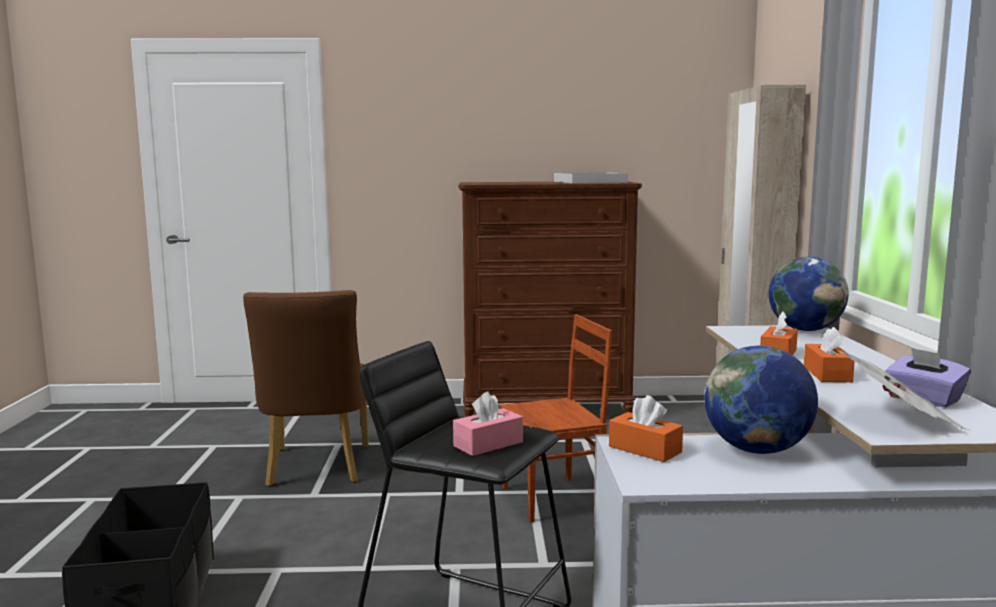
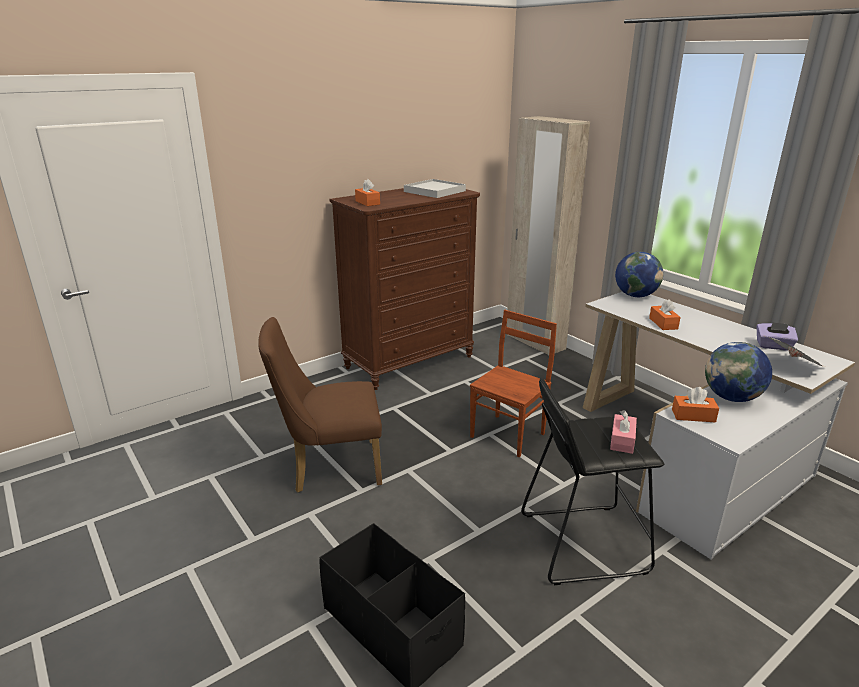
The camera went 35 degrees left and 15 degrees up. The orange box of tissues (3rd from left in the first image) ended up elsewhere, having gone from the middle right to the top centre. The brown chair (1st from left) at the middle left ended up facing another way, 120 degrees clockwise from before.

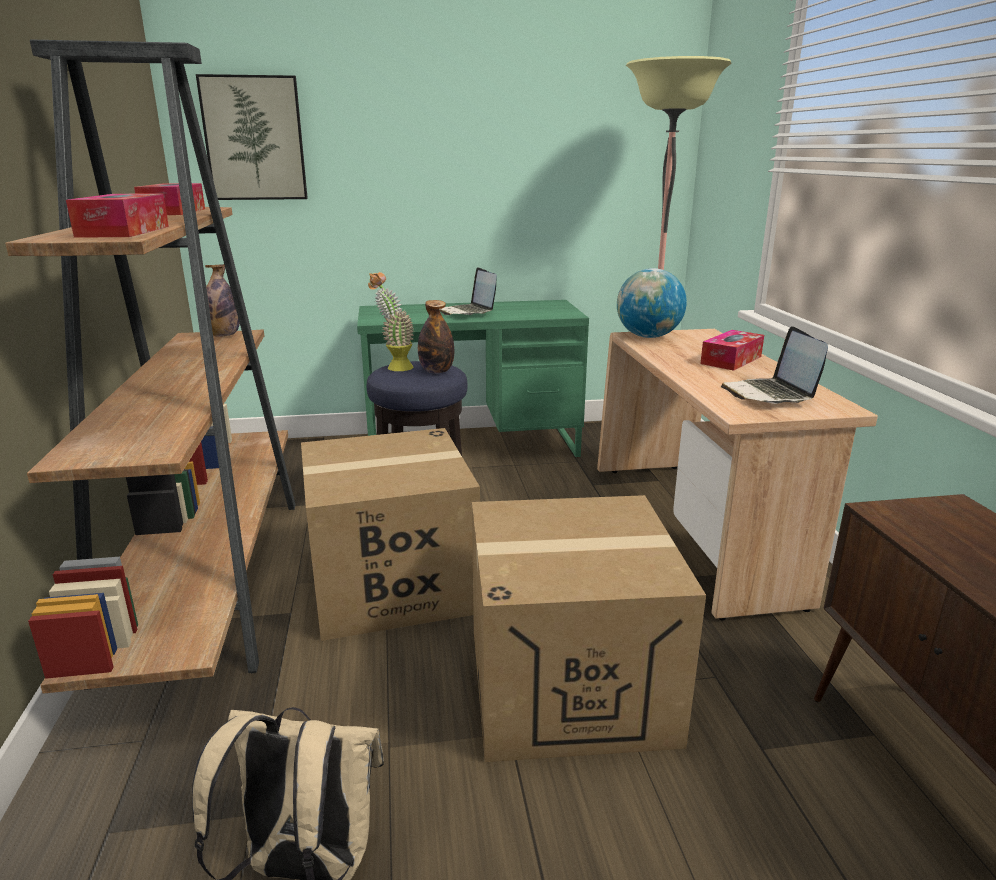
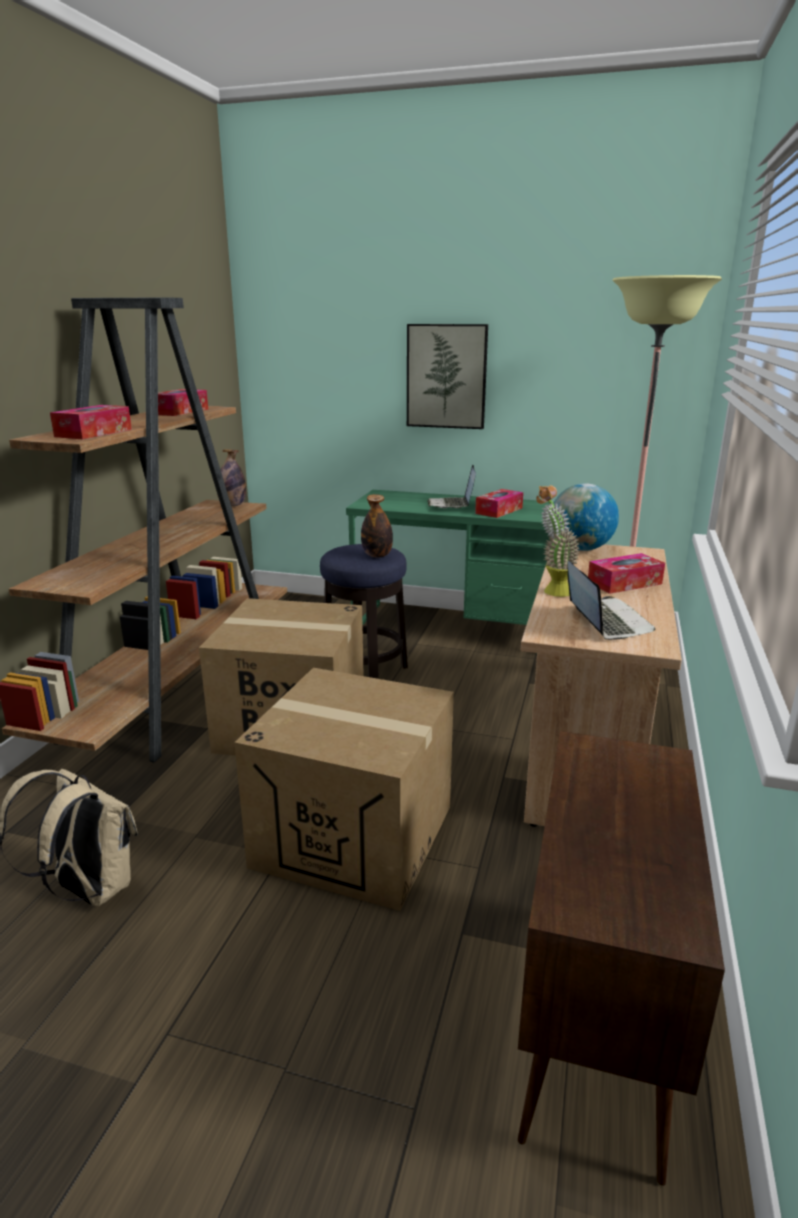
The camera went 25 degrees right and 0 degrees up. The second view gained the box of tissues (3rd from left) at the centre. The wall picture ended up elsewhere, having gone from the top left to the top centre. The houseplant ended up elsewhere, having gone from the centre to the middle right. The notebook computer (2nd from left) at the middle right ended up facing another way, 150 degrees clockwise from before.

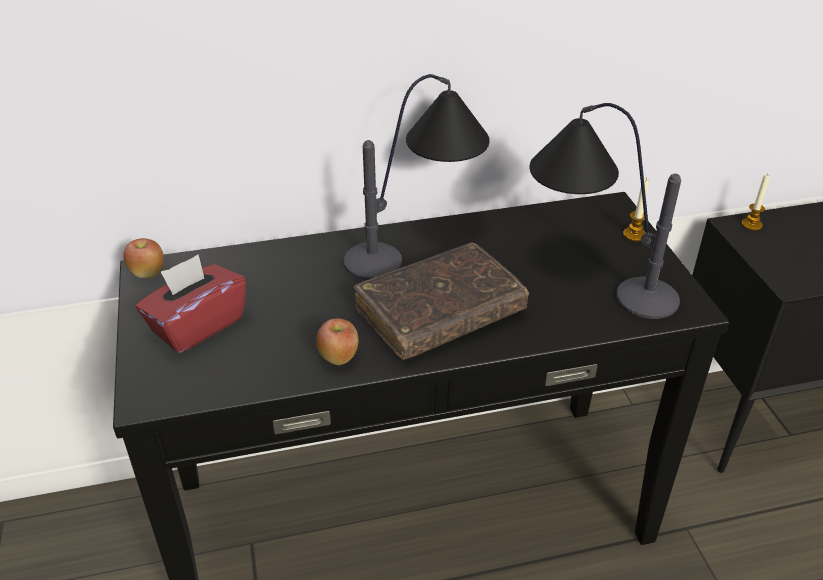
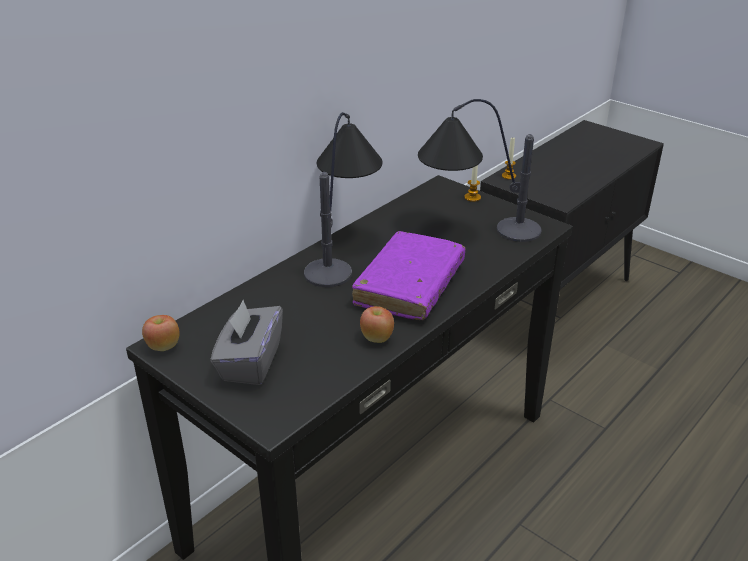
The camera went 35 degrees left and 5 degrees down. What was the red box of tissues at the middle left turned into the grey box of tissues at the middle left. What was the brown book at the centre turned into the purplish book at the centre.

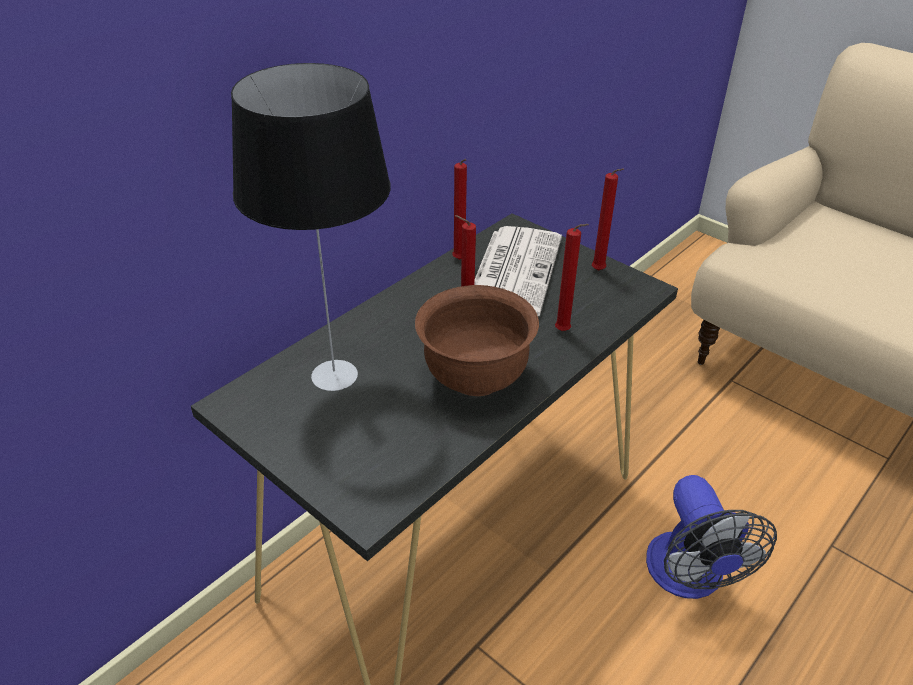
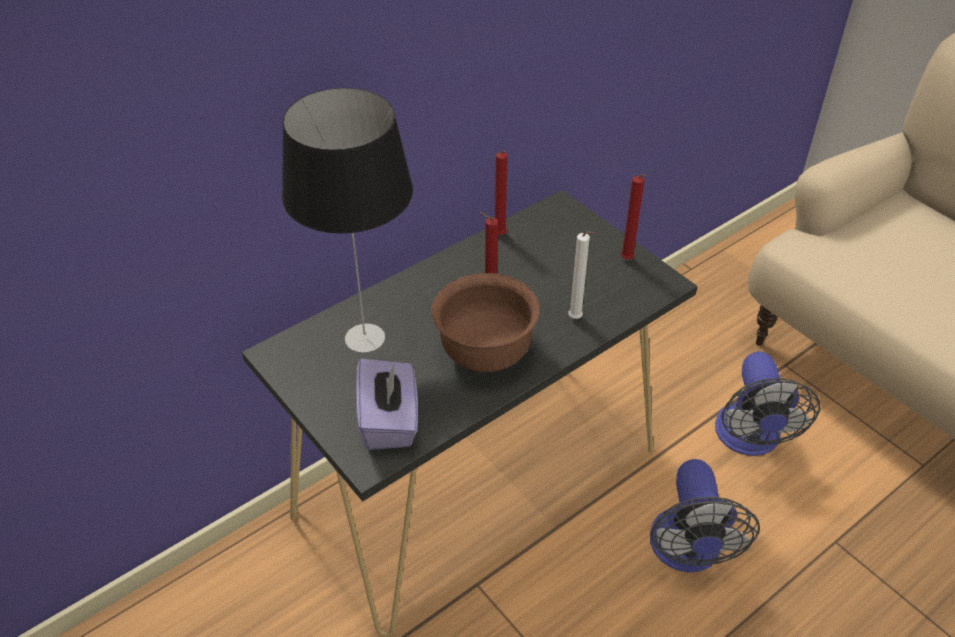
The camera went 10 degrees right and 5 degrees up. The second view lost the daily paper at the centre. The second view gained the purplish box of tissues at the centre. The second view gained the cooling fan (2nd from left) at the middle right. What was the red wax light (3rd from left) at the centre turned into the white-coloured wax light at the centre.

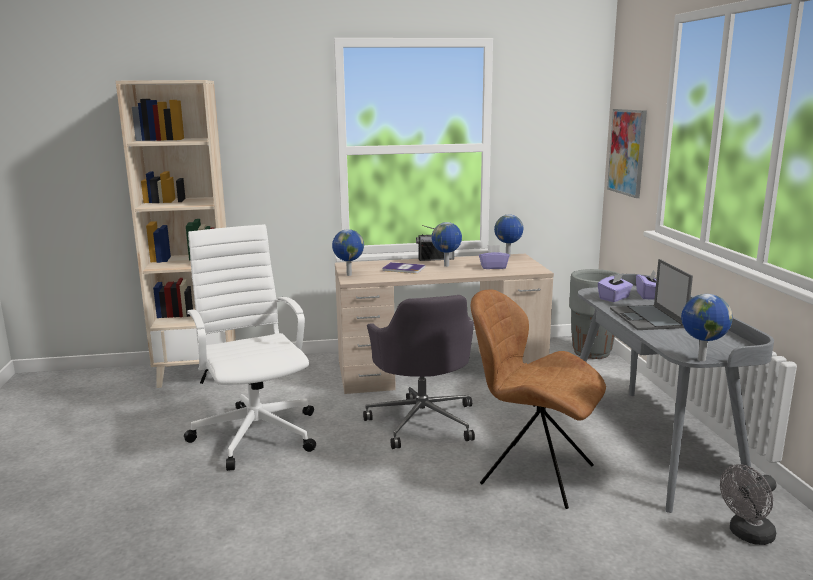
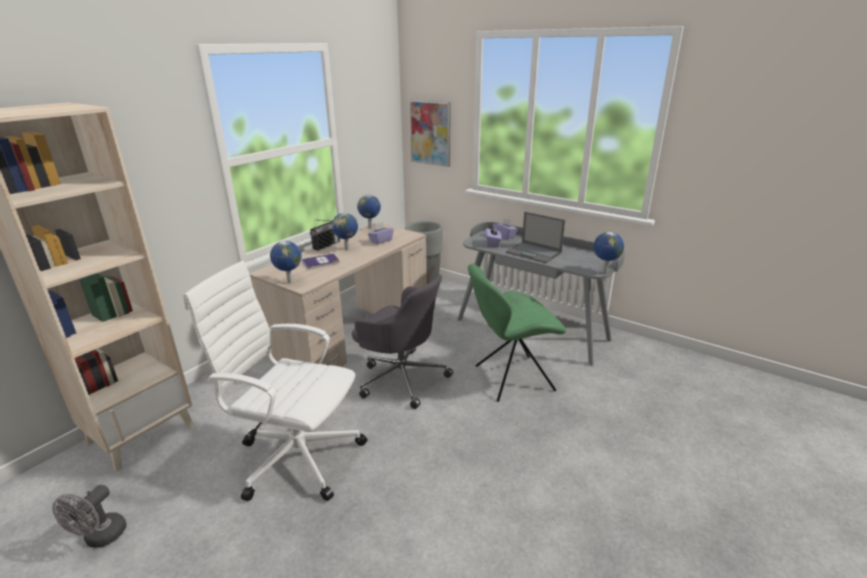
The camera went 45 degrees left and 10 degrees up. The grey cooling fan ended up elsewhere, having gone from the bottom right to the bottom left. What was the brown chair at the bottom centre turned into the greenish chair at the centre.

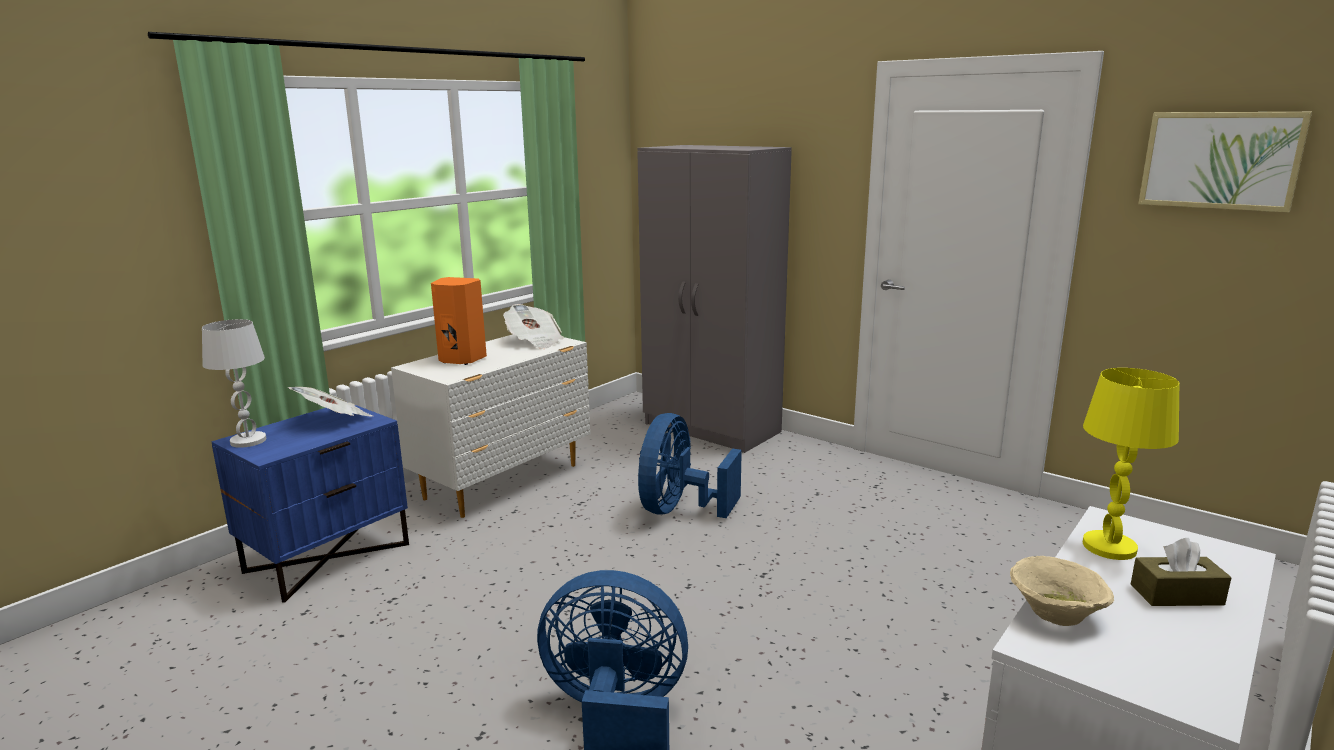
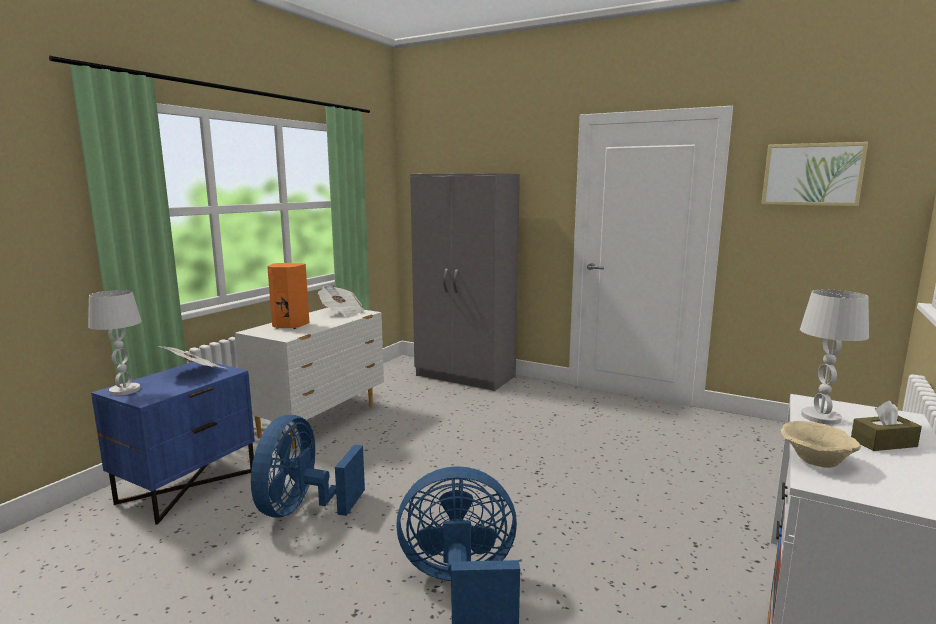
The camera went 10 degrees left and 5 degrees down. The blue-coloured cooling fan (2nd from left in the first image) ended up elsewhere, having gone from the centre to the bottom left. What was the yellow lamp for a table at the middle right turned into the white-coloured lamp for a table (2nd from left) at the middle right.

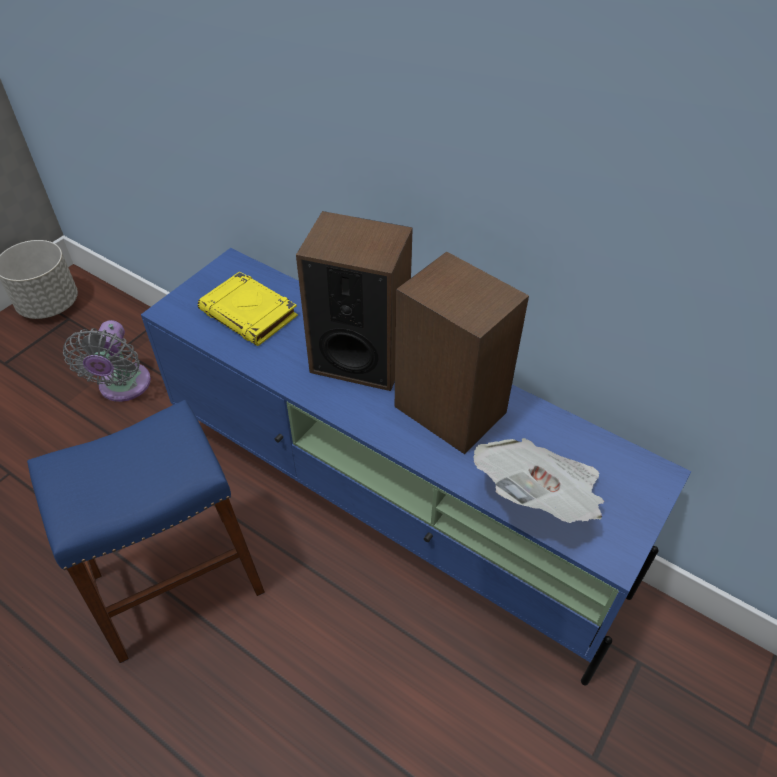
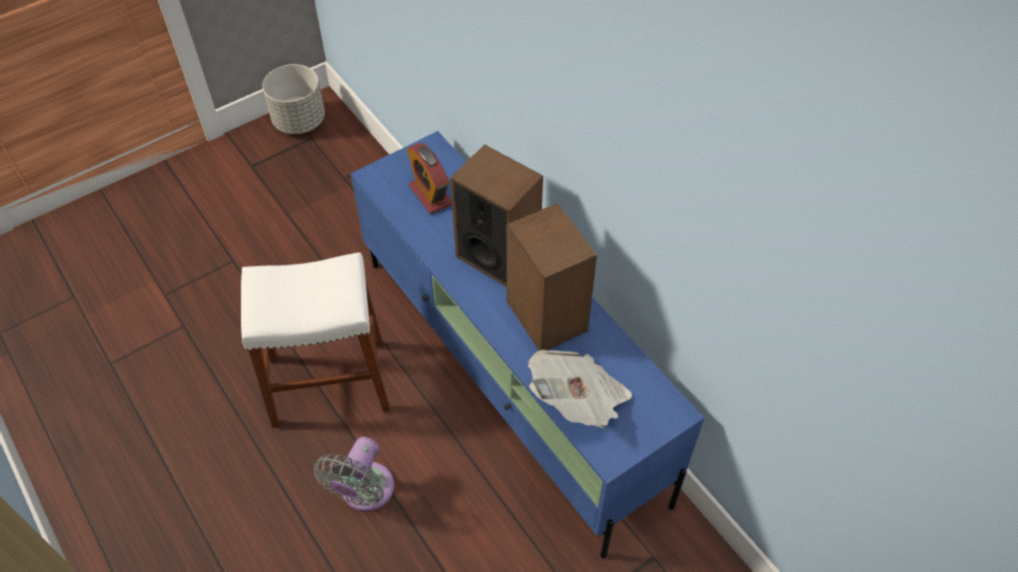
The camera went 20 degrees right and 5 degrees up. The grey cooling fan ended up elsewhere, having gone from the middle left to the bottom centre. Where the yellow book stood at the middle left, the alarm clock came to stand at the top centre. What was the blue-coloured stool seat at the bottom left turned into the white-coloured stool seat at the middle left.

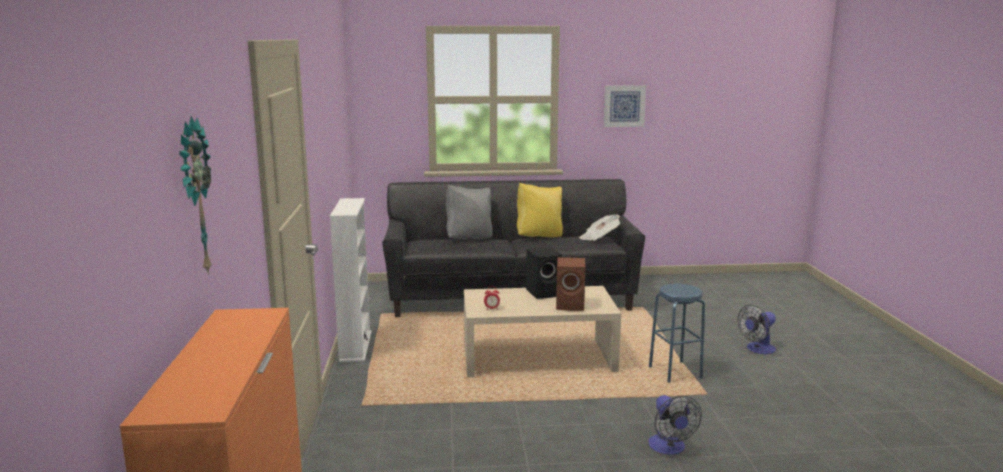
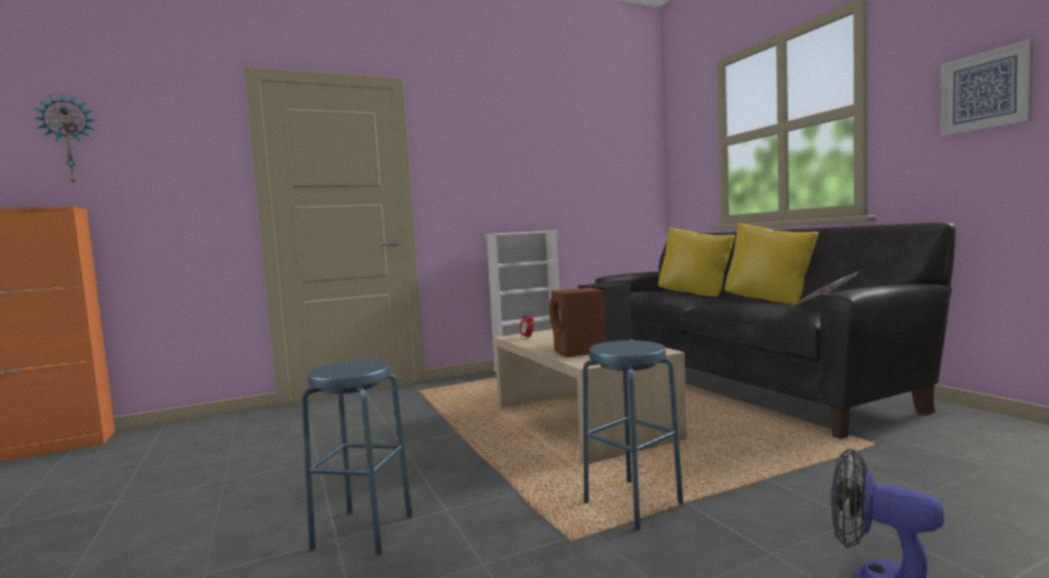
The camera went 70 degrees right and 10 degrees down. Where the cooling fan (1st from left) stood at the bottom right, the blue-coloured stool seat (1st from left) came to stand at the bottom centre. What was the grey cushion at the centre turned into the yellow cushion (1st from left) at the centre.

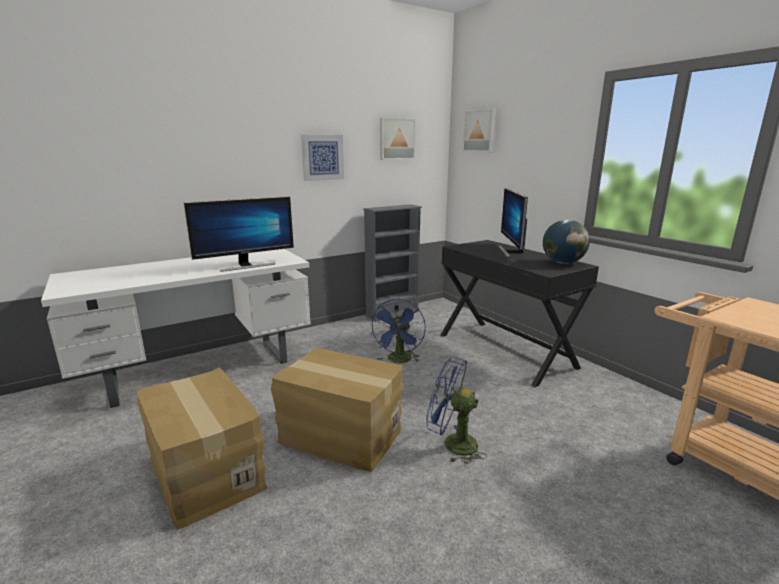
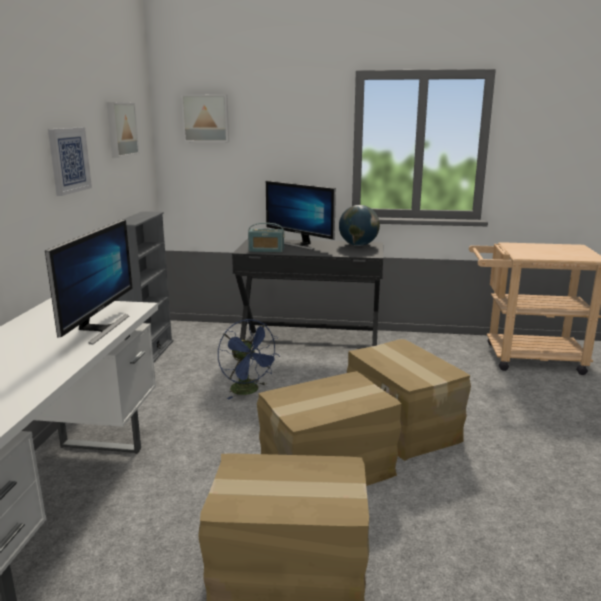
The camera went 50 degrees left and 0 degrees up. The second view gained the radio receiver at the centre. Where the blue-coloured cooling fan (2nd from left) stood at the bottom centre, the cardboard box (3rd from left) came to stand at the middle right.

